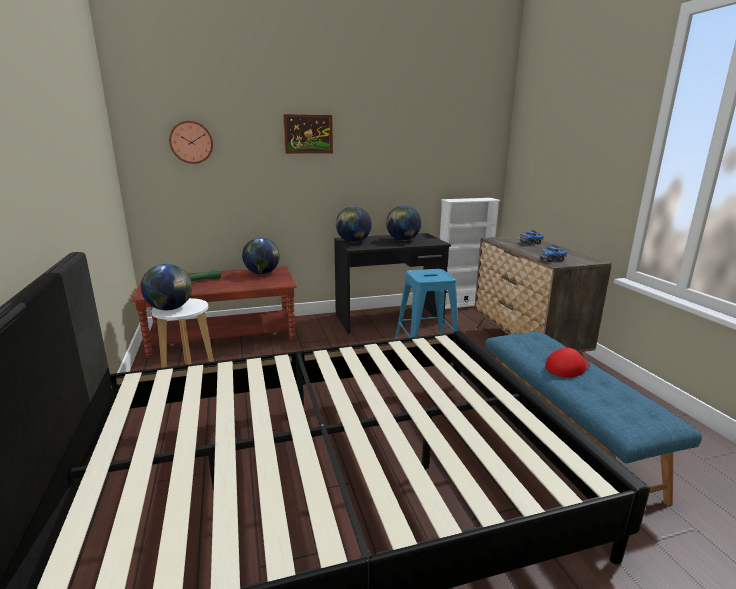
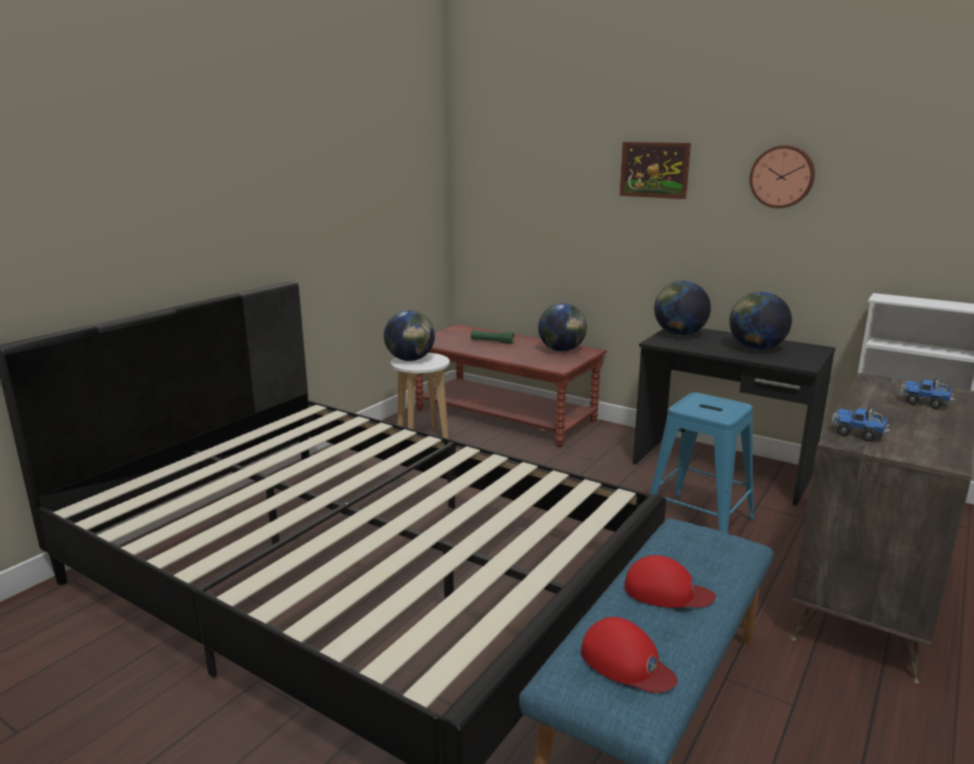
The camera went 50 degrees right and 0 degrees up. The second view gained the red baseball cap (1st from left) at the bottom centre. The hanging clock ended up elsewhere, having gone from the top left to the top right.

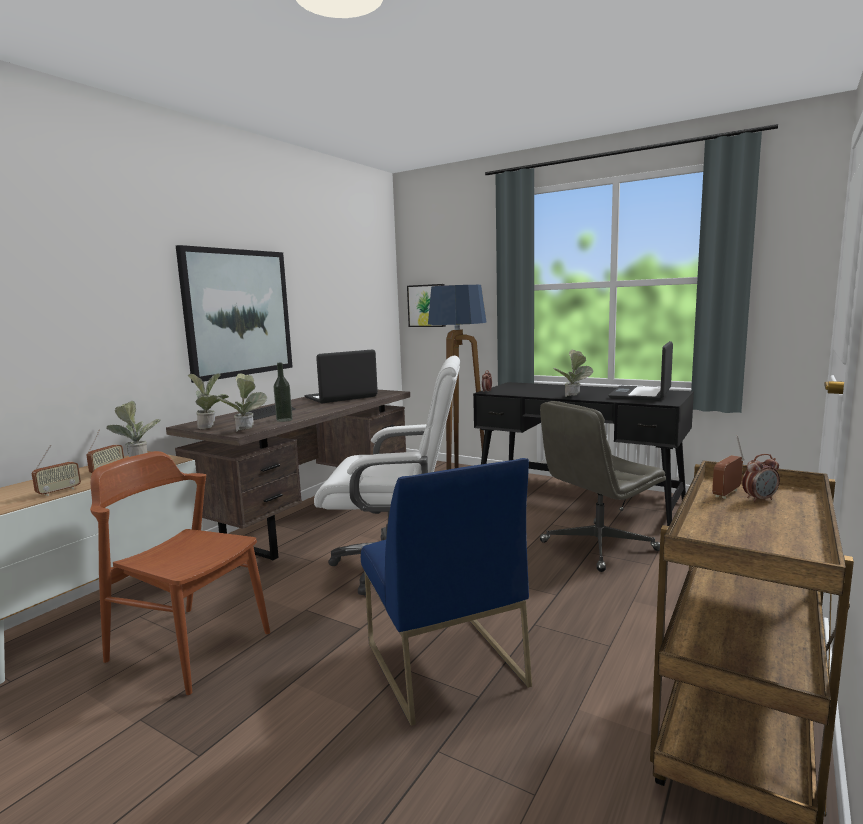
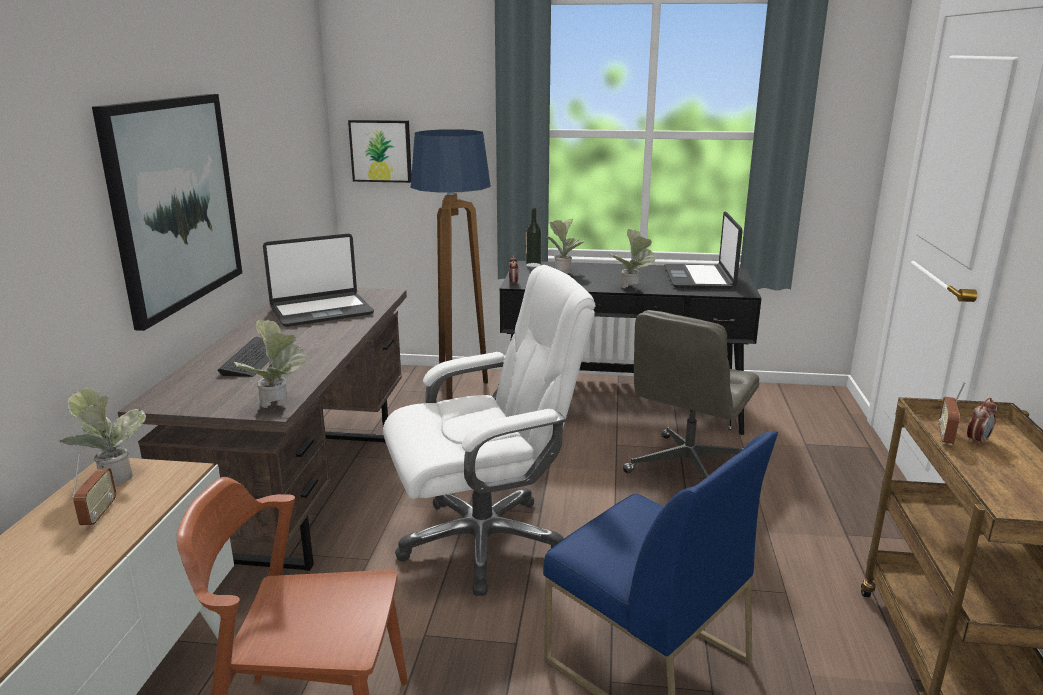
The camera went 25 degrees left and 10 degrees up. The second view lost the radio receiver (1st from left) at the middle left. The houseplant (2nd from left in the first image) ended up elsewhere, having gone from the middle left to the centre. The bottle ended up elsewhere, having gone from the middle left to the centre. The notebook computer (1st from left) at the centre ended up facing another way, 150 degrees counterclockwise from before.

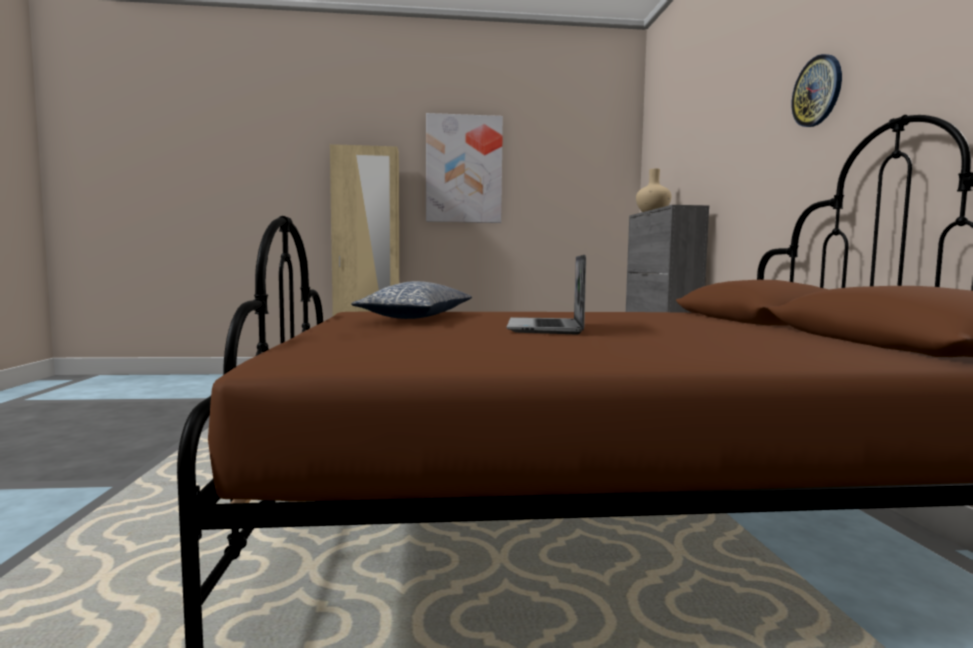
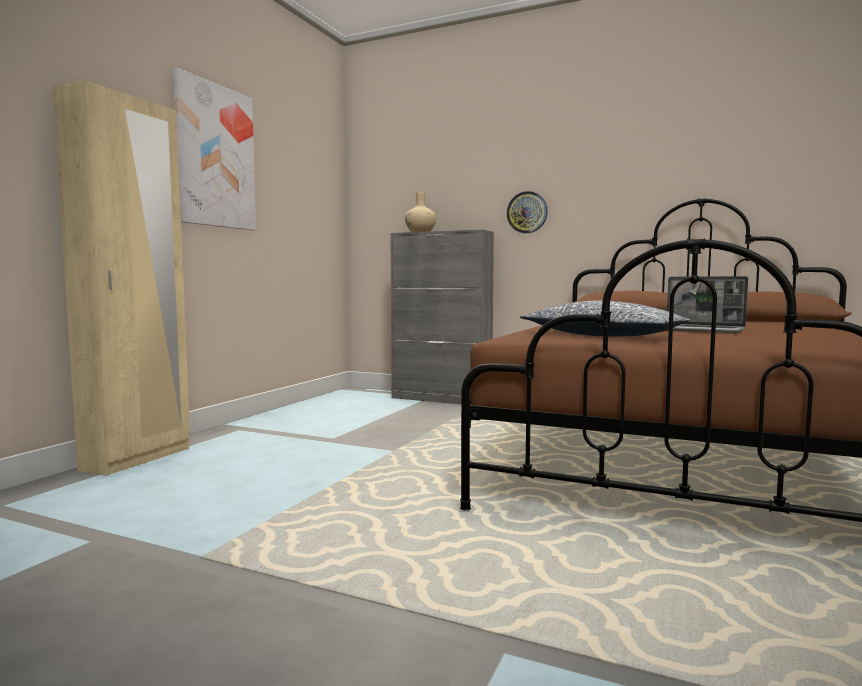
The camera went 60 degrees left and 0 degrees up. The hanging clock ended up elsewhere, having gone from the top right to the top centre.

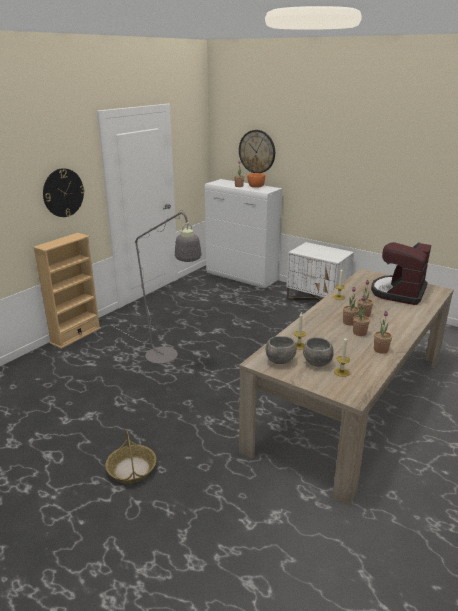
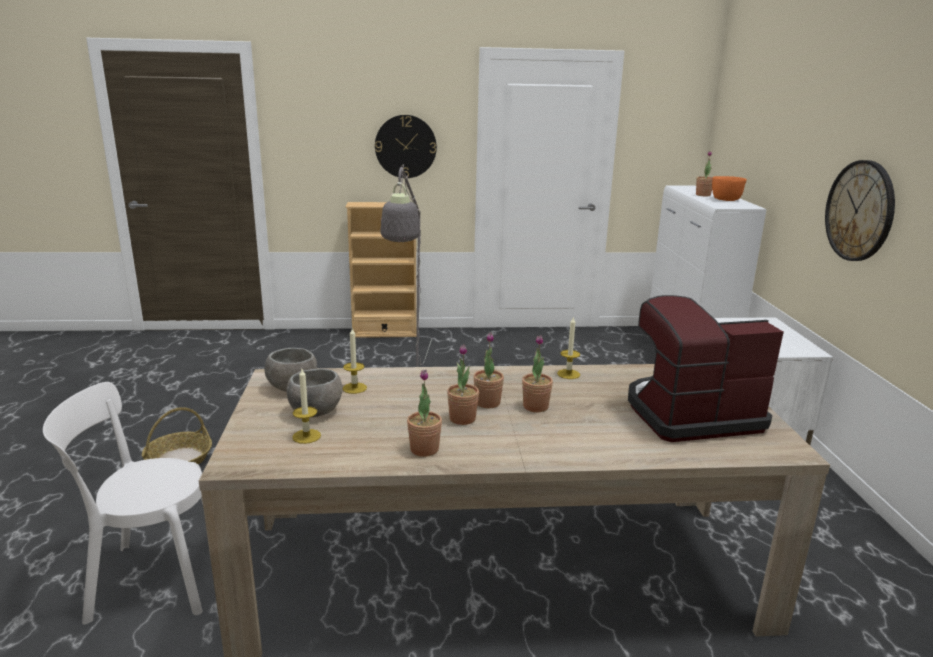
The camera went 50 degrees right and 5 degrees down. The second view gained the white-coloured chair at the bottom left. The hanging clock (2nd from left) ended up elsewhere, having gone from the top centre to the top right.

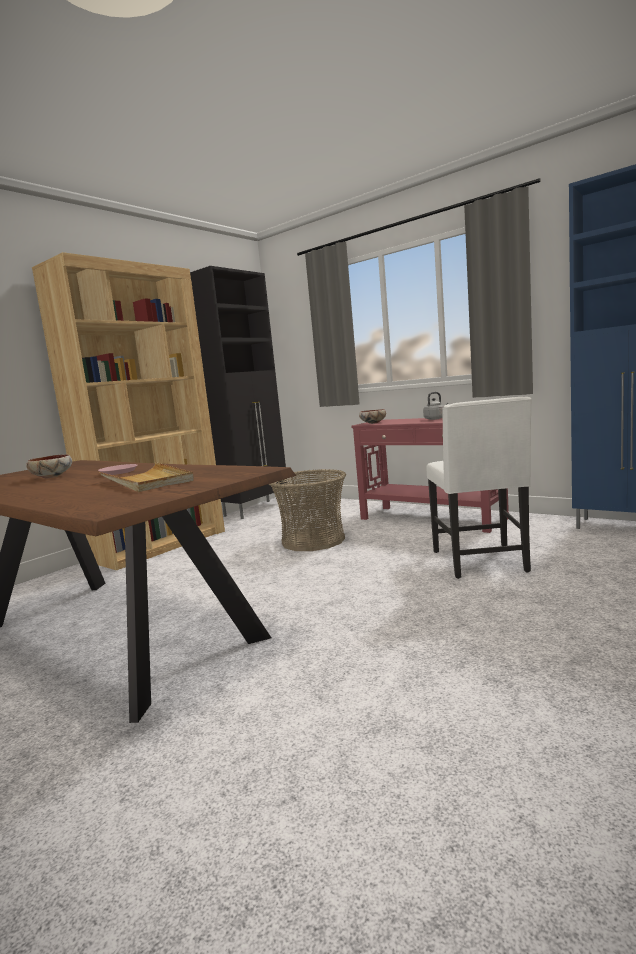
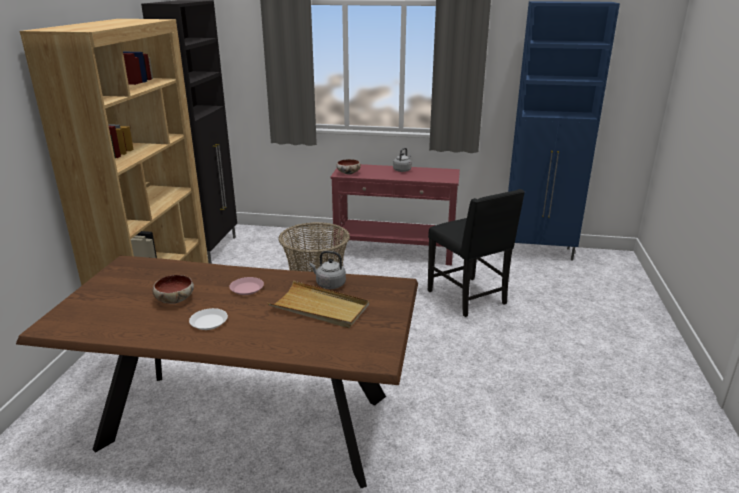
The camera went 30 degrees left and 15 degrees up. The second view gained the white-coloured plate at the middle left. The second view gained the grey water kettle (1st from left) at the centre. What was the white-coloured chair at the middle right turned into the blackish chair at the centre.

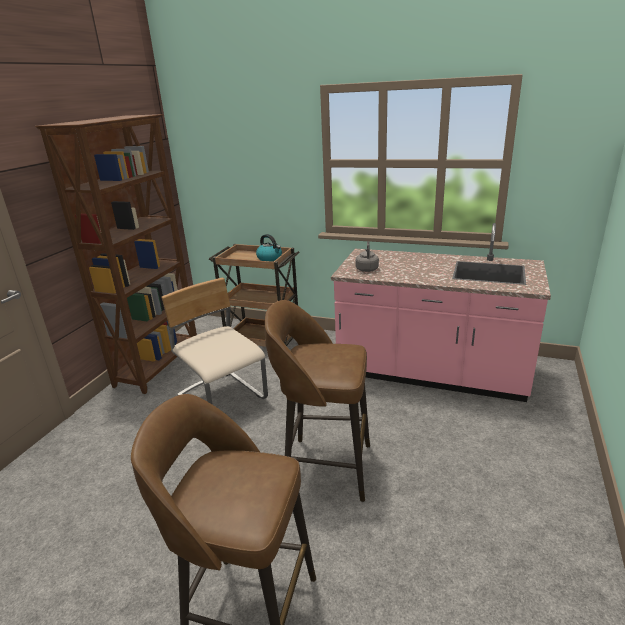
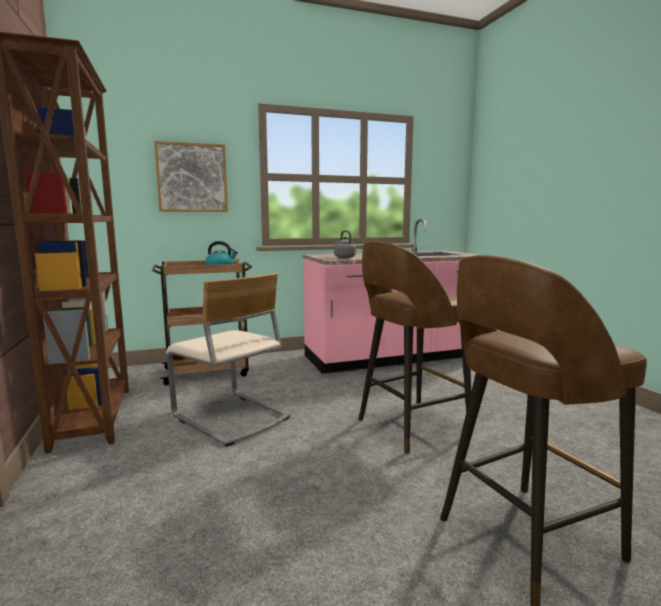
The camera went 40 degrees left and 15 degrees down. The second view gained the wall picture at the top left. The beige chair at the centre ended up facing another way, 150 degrees counterclockwise from before.

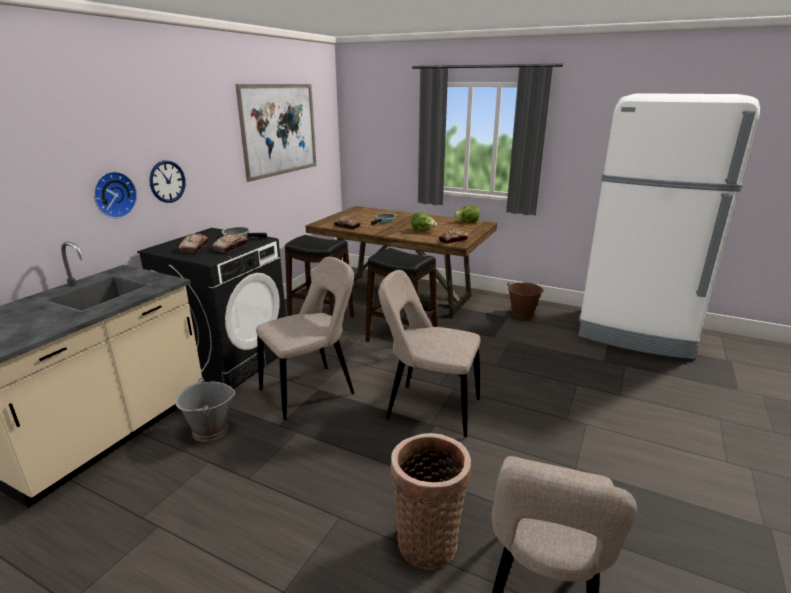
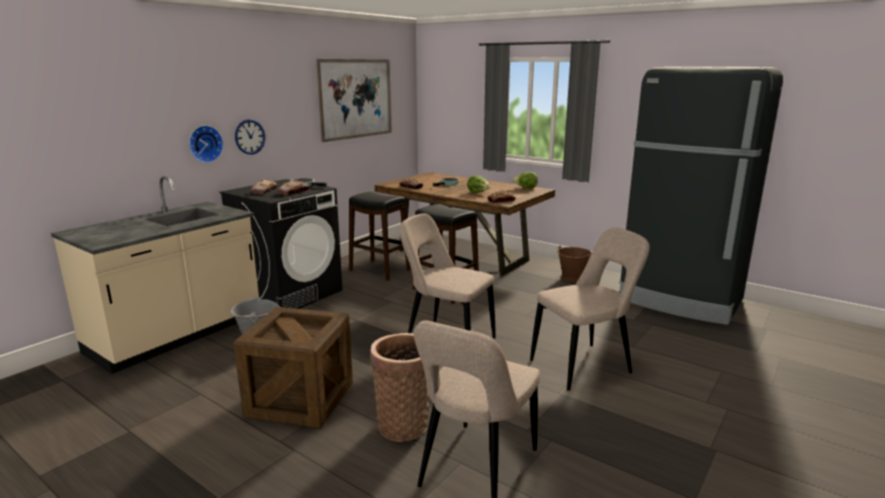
The camera went 10 degrees right and 5 degrees down. The second view gained the crate at the bottom left. The beige chair (1st from left in the first image) ended up elsewhere, having gone from the centre to the middle right. What was the white-coloured fridge at the middle right turned into the blackish fridge at the middle right.

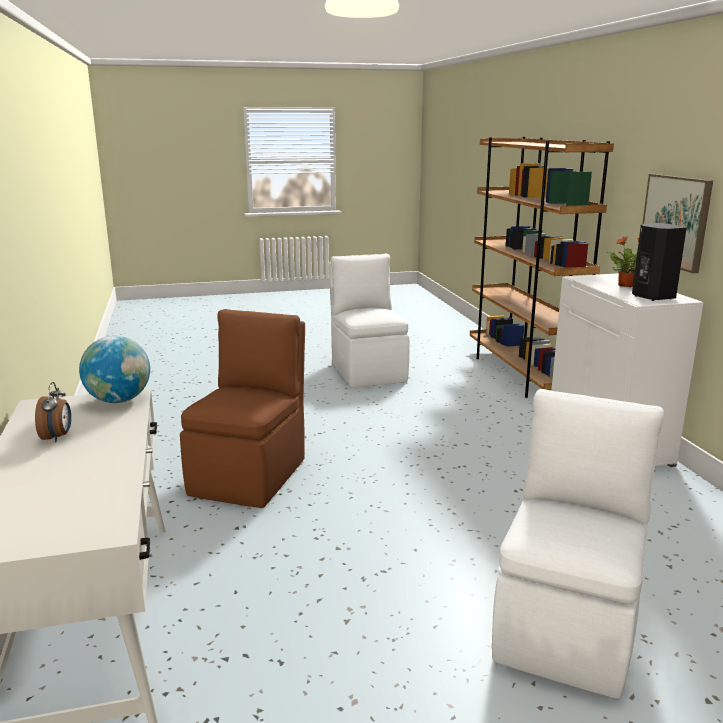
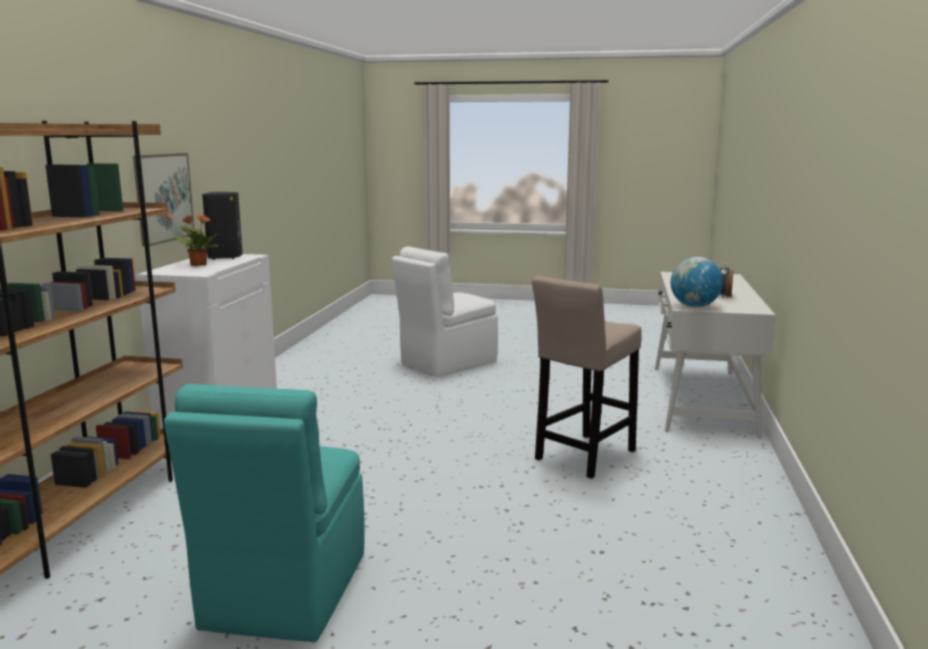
The camera went 155 degrees left and 5 degrees down. Where the brown chair stood at the centre, the beige stool seat came to stand at the centre. What was the white-coloured chair (1st from left) at the centre turned into the turquoise-coloured chair at the bottom left.

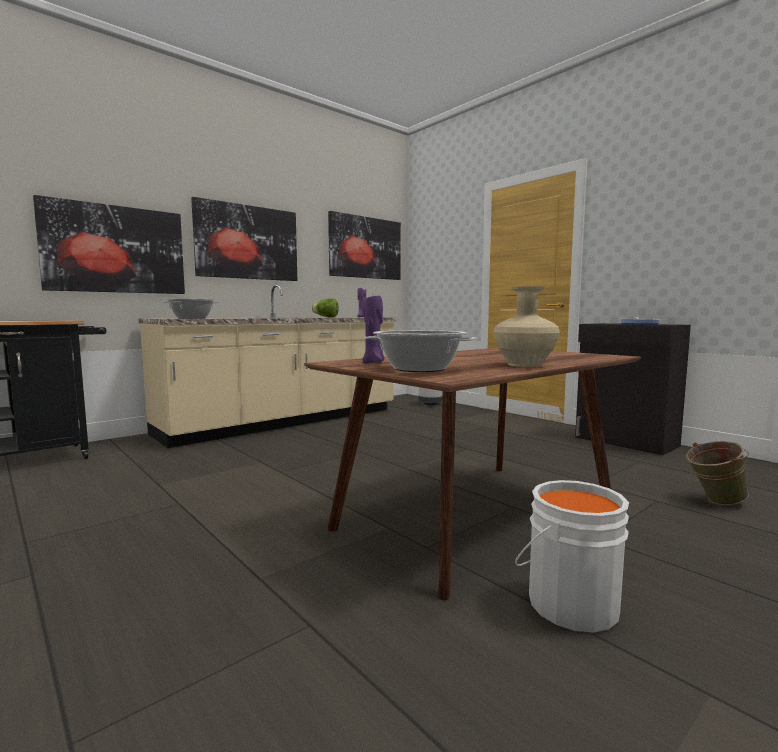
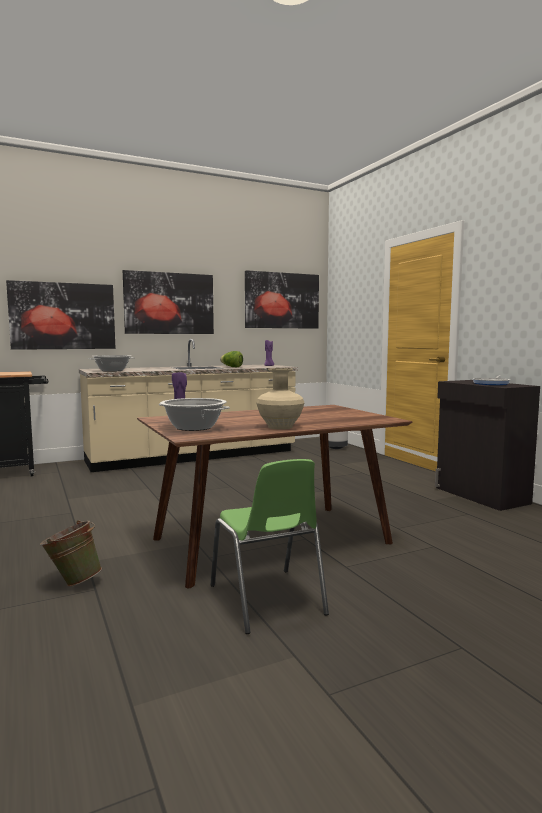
The camera went 15 degrees right and 0 degrees up. The greenish water bucket ended up elsewhere, having gone from the middle right to the bottom left. Where the white-coloured water bucket stood at the bottom right, the greenish chair came to stand at the bottom centre.

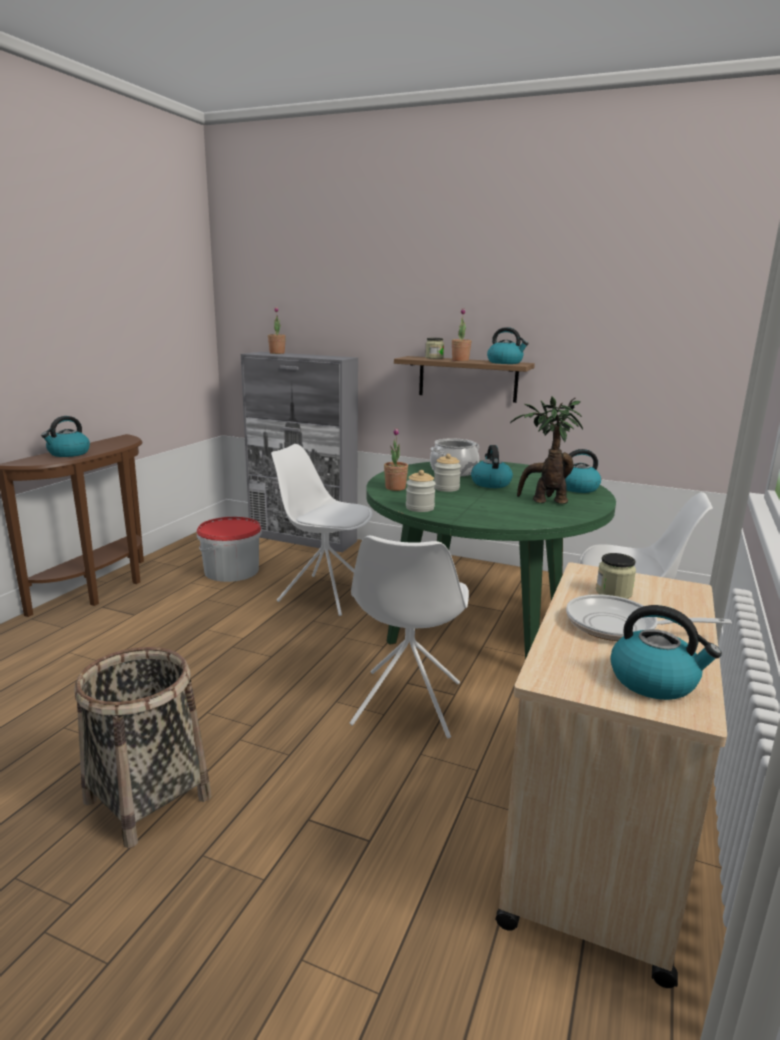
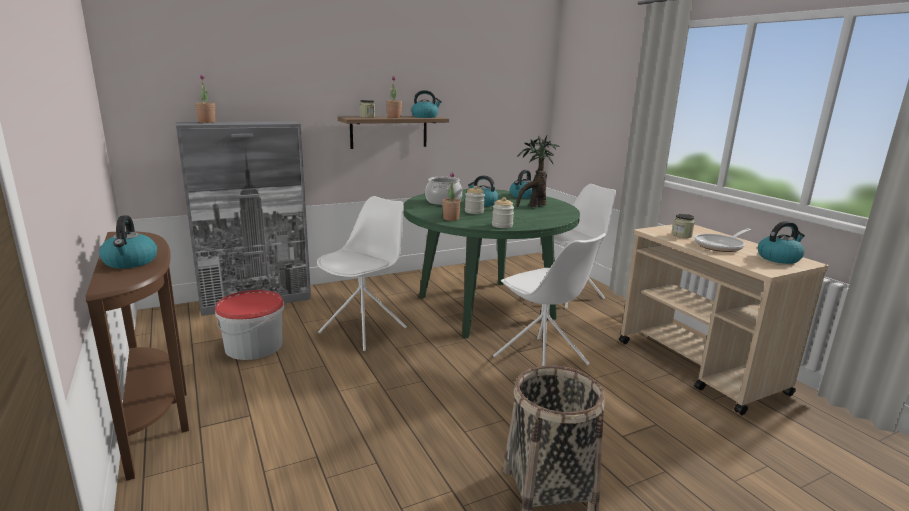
The camera went 50 degrees left and 0 degrees up. The white-coloured chair (1st from left) at the centre ended up facing another way, 150 degrees clockwise from before.

